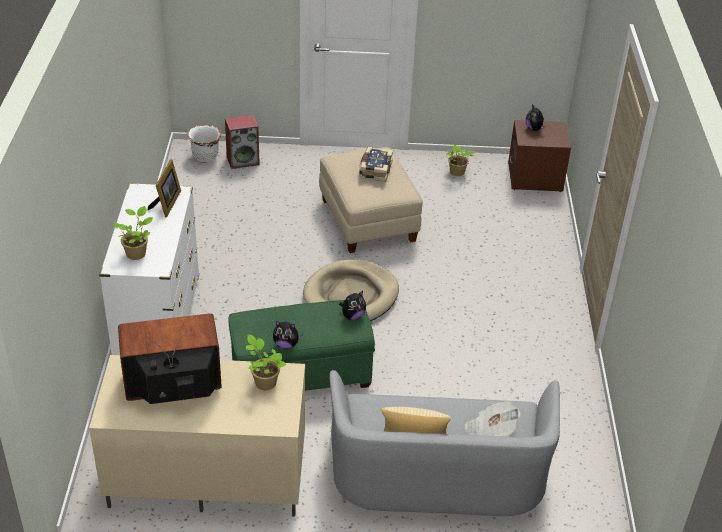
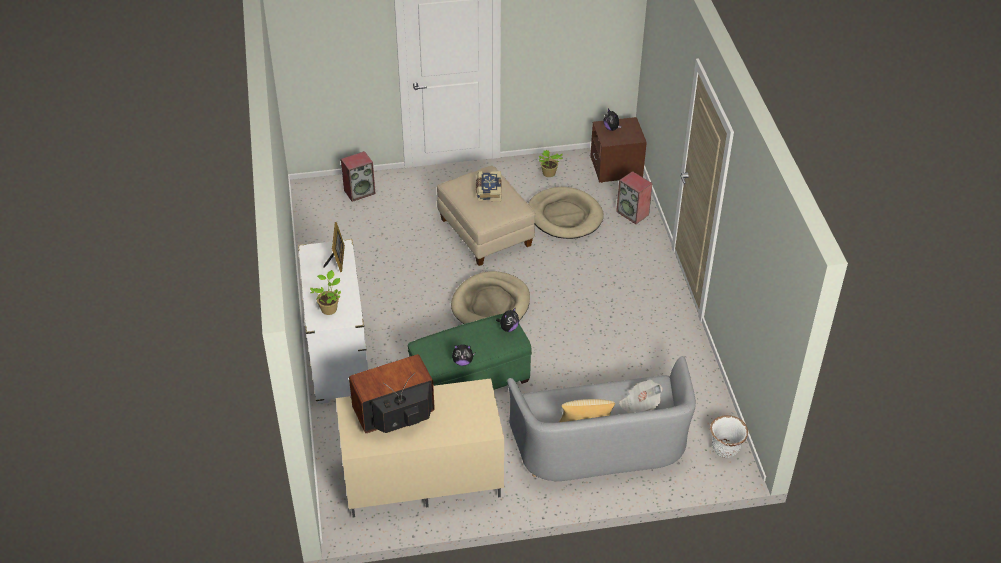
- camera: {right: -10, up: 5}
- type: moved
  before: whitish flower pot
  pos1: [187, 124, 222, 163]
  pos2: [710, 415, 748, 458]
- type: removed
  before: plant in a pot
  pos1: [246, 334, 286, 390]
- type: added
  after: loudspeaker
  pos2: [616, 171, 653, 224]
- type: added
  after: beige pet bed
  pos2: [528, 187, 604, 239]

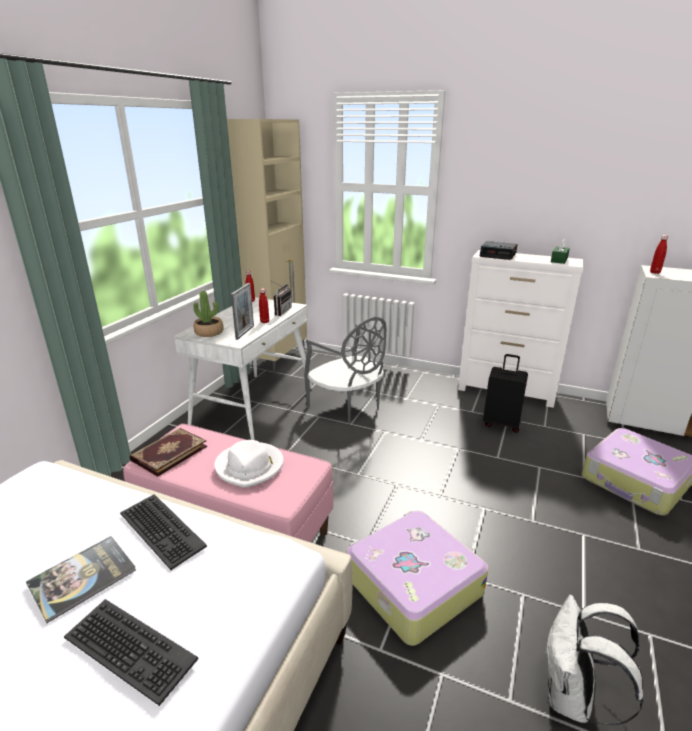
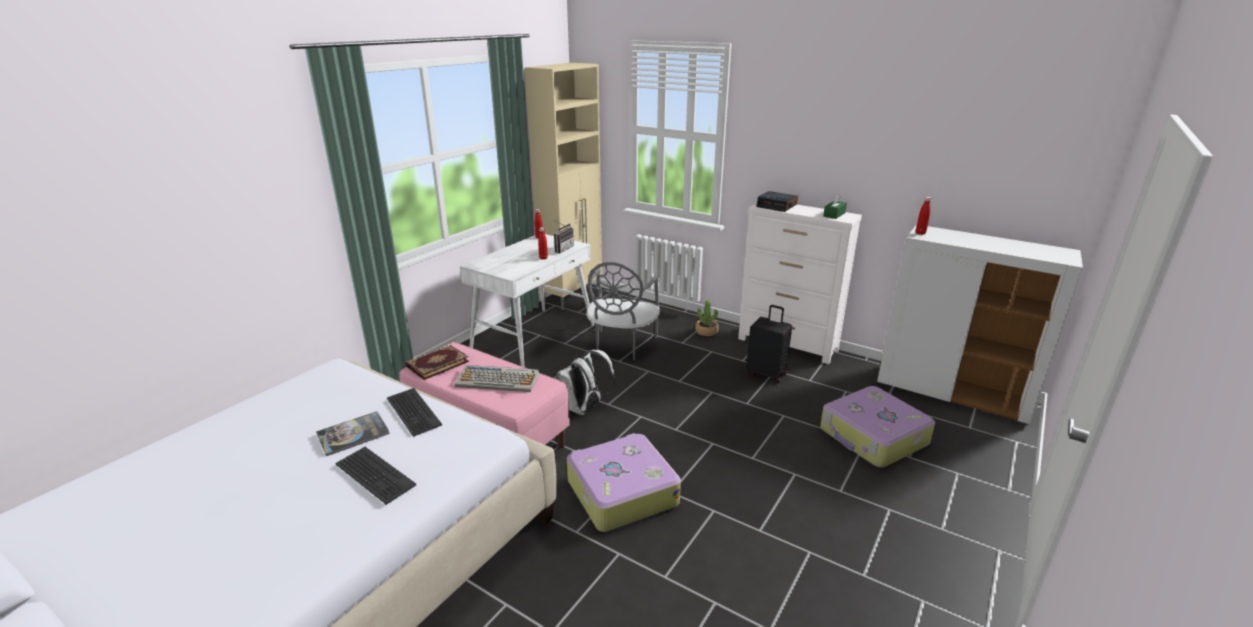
- camera: {right: 10, up: 0}
- type: removed
  before: standing frame
  pos1: [231, 283, 254, 340]
- type: moved
  before: plant in a pot
  pos1: [193, 291, 224, 337]
  pos2: [695, 300, 719, 336]
- type: turned
  before: gray plain chair
  pos1: [304, 317, 387, 424]
  pos2: [587, 262, 660, 360]
  turn: 45
- type: replaced
  before: whitish wearable hat
  after: keyboard
  pos1: [214, 440, 283, 488]
  pos2: [454, 365, 539, 392]
- type: moved
  before: whitish rucksack
  pos1: [544, 595, 644, 725]
  pos2: [557, 350, 615, 415]

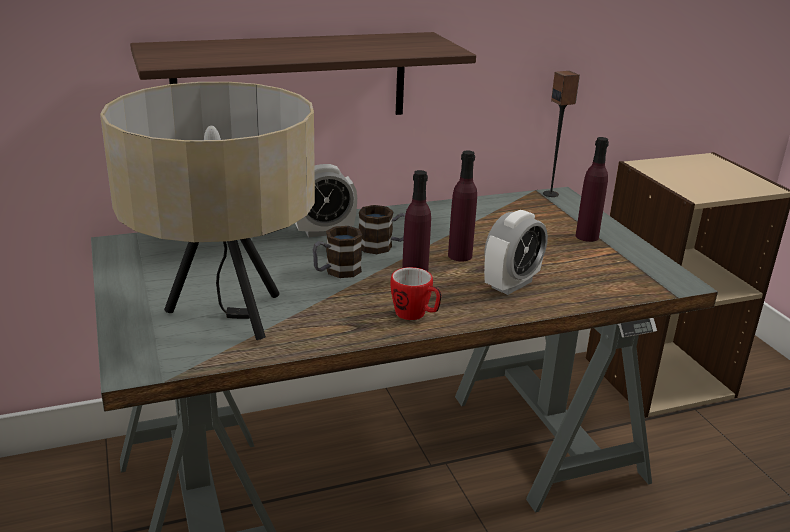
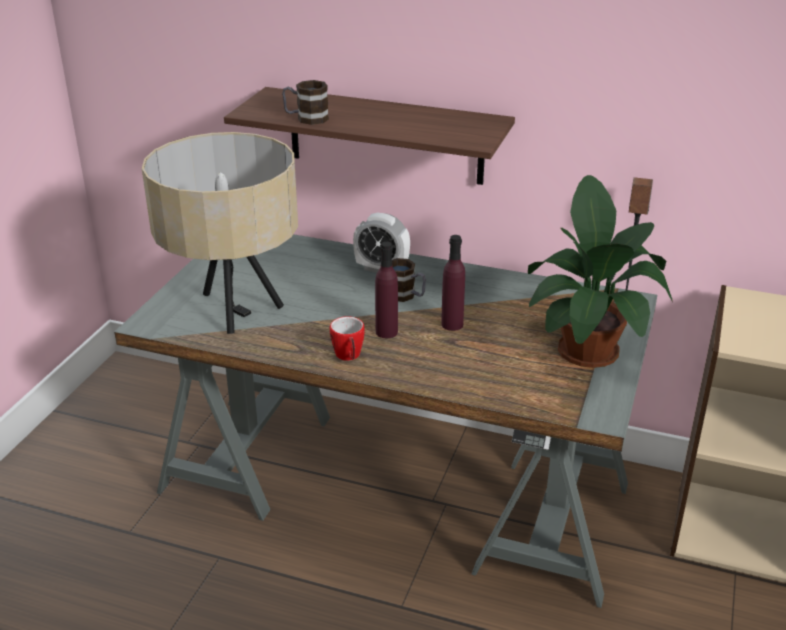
- camera: {right: 40, up: 5}
- type: replaced
  before: purple-coloured beverage bottle
  after: plant in a pot
  pos1: [576, 137, 609, 242]
  pos2: [528, 175, 672, 368]
- type: removed
  before: table clock
  pos1: [484, 210, 548, 295]
- type: moved
  before: coffee mug
  pos1: [313, 226, 362, 278]
  pos2: [282, 80, 329, 125]

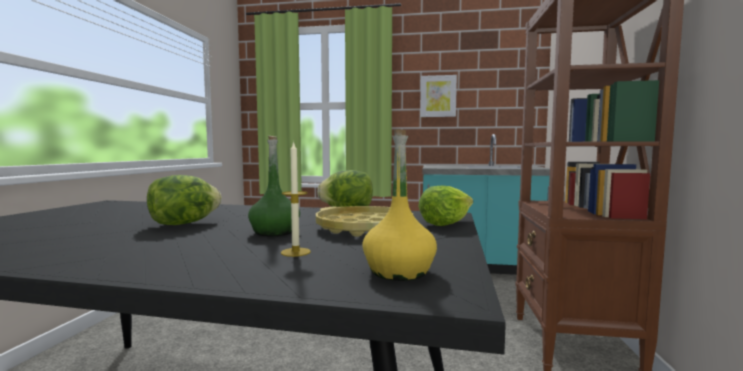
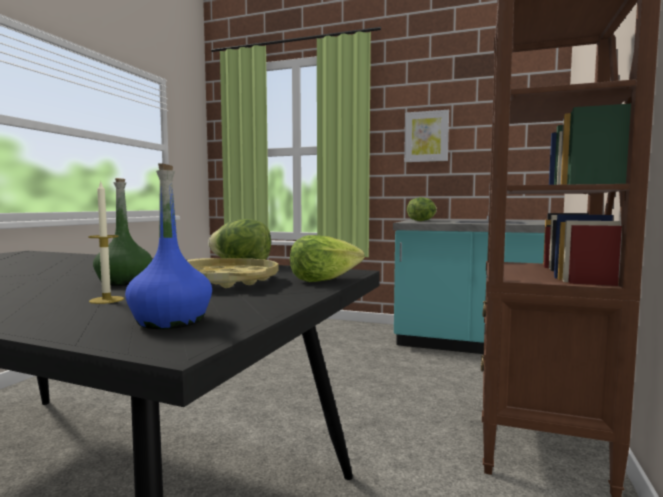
- camera: {right: 10, up: 0}
- type: recoloured
  before: yellow beverage bottle
  after: blue-coloured beverage bottle
  pos1: [362, 129, 437, 281]
  pos2: [125, 164, 212, 329]
- type: moved
  before: lettuce
  pos1: [147, 175, 222, 225]
  pos2: [407, 197, 437, 221]

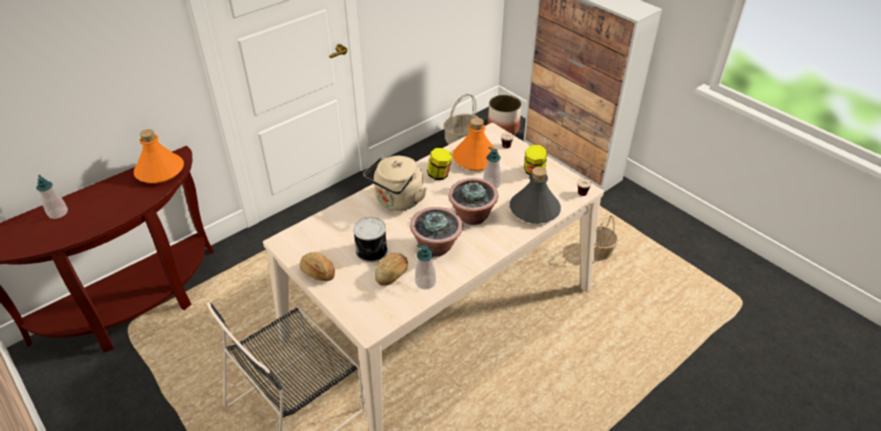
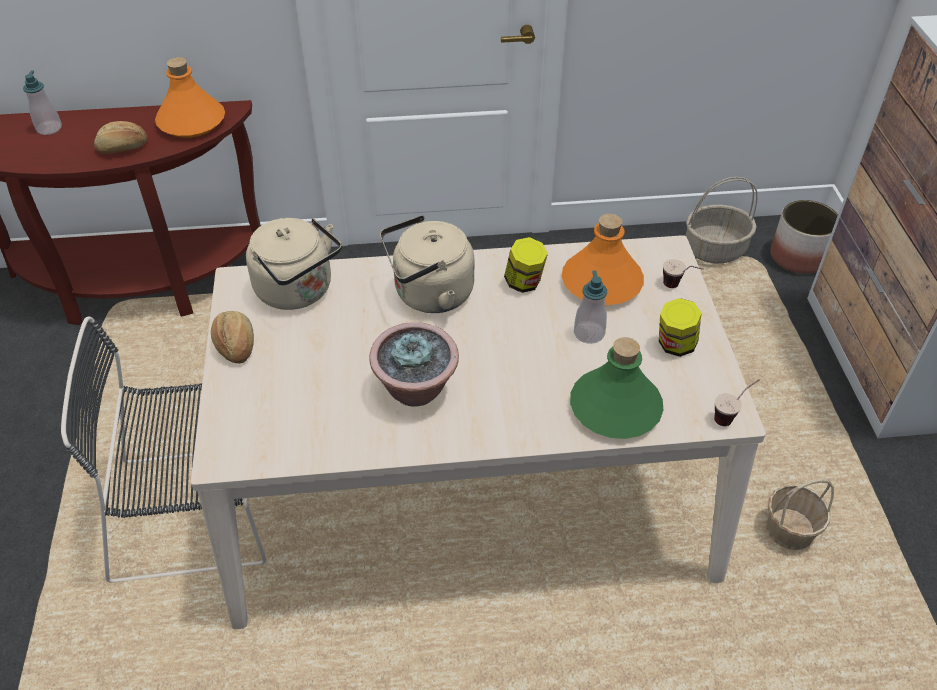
- camera: {right: 35, up: 5}
- type: recoloured
  before: gray beverage bottle
  after: green-coloured beverage bottle
  pos1: [510, 167, 561, 224]
  pos2: [570, 337, 663, 439]
- type: removed
  before: plant in a pot
  pos1: [448, 178, 498, 225]
- type: removed
  before: sealed can
  pos1: [353, 217, 387, 262]
- type: removed
  before: liquid soap bottle
  pos1: [415, 244, 436, 289]
- type: moved
  before: bread
  pos1: [375, 253, 408, 286]
  pos2: [94, 121, 148, 154]
- type: added
  after: beige tea kettle
  pos2: [246, 218, 342, 310]

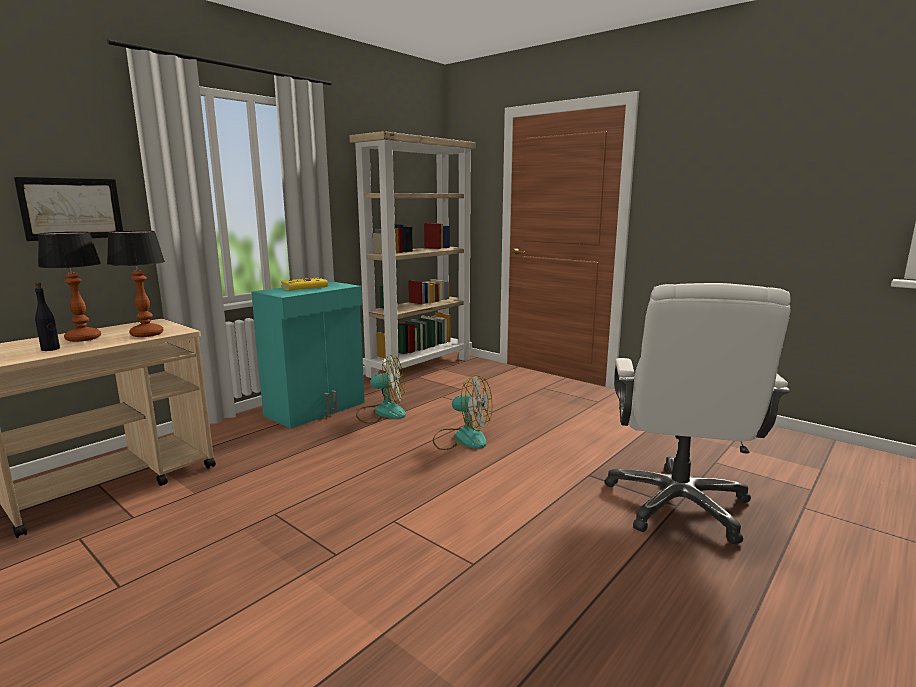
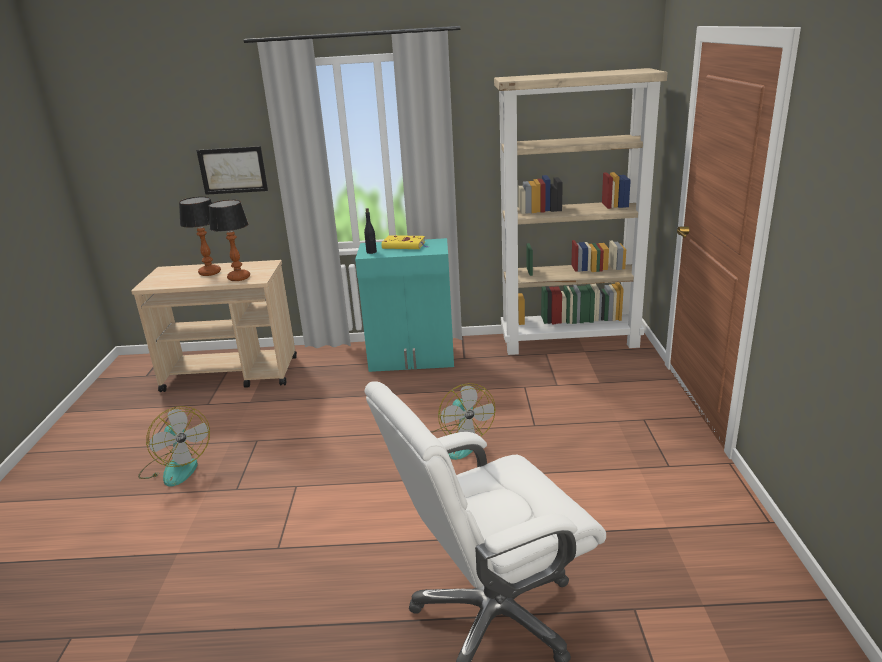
- camera: {right: 50, up: 10}
- type: moved
  before: black beverage bottle
  pos1: [35, 282, 60, 351]
  pos2: [364, 208, 377, 254]
- type: moved
  before: electric fan
  pos1: [356, 355, 406, 424]
  pos2: [138, 406, 210, 487]

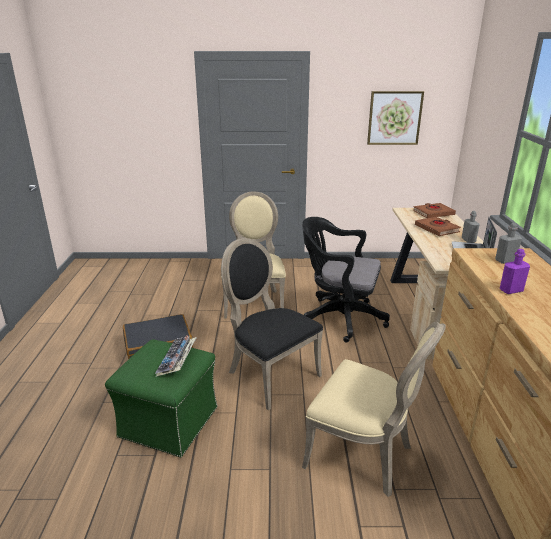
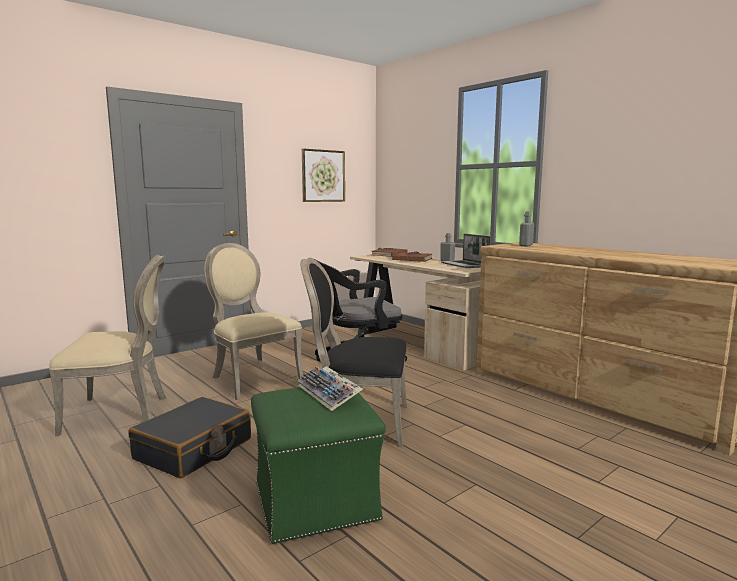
- camera: {right: -40, up: -15}
- type: removed
  before: purple-coloured beverage bottle
  pos1: [500, 249, 530, 294]
- type: moved
  before: beige plain chair
  pos1: [302, 322, 446, 497]
  pos2: [49, 255, 166, 436]

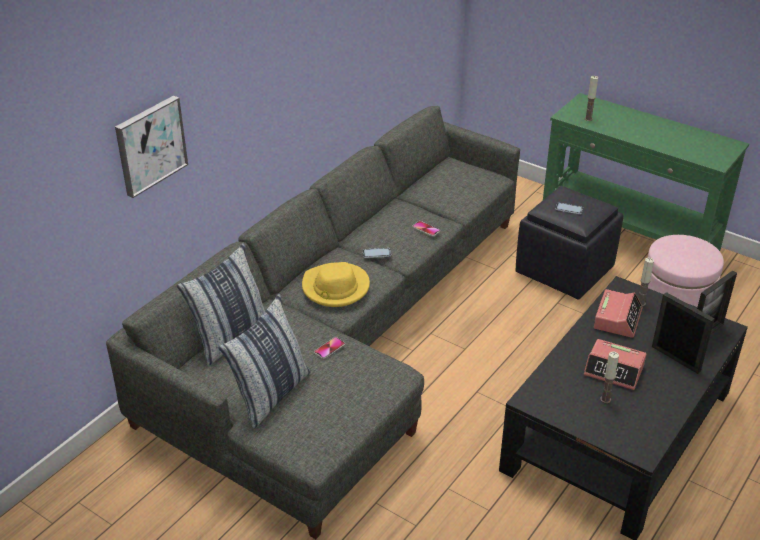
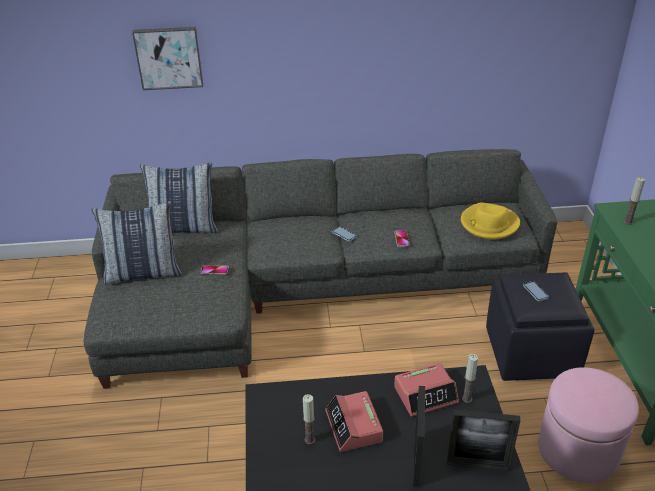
- camera: {right: 50, up: 0}
- type: moved
  before: yellow wearable hat
  pos1: [302, 262, 370, 307]
  pos2: [461, 202, 520, 240]

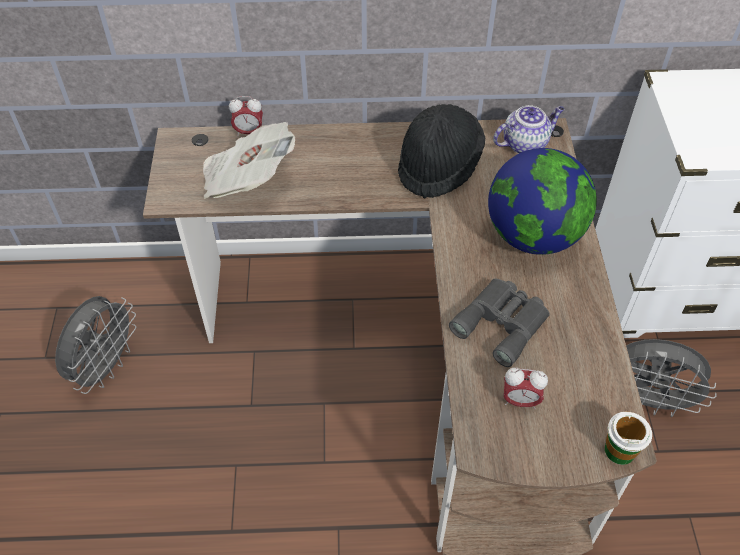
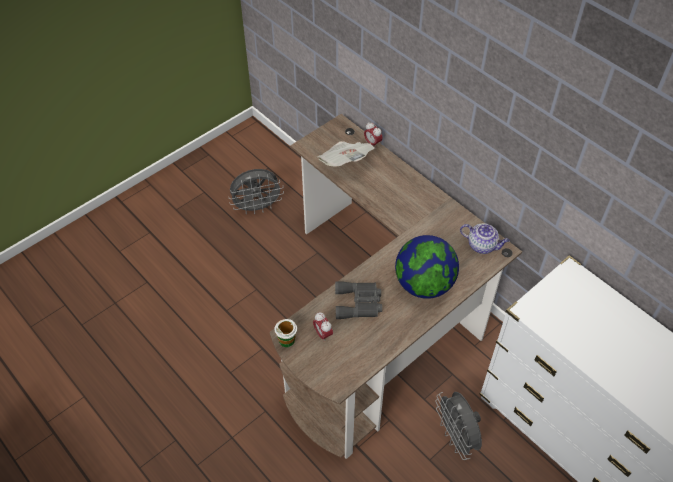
- camera: {right: 50, up: 0}
- type: removed
  before: black wearable hat
  pos1: [398, 104, 485, 199]
- type: moved
  before: cup
  pos1: [605, 412, 652, 465]
  pos2: [275, 319, 297, 347]

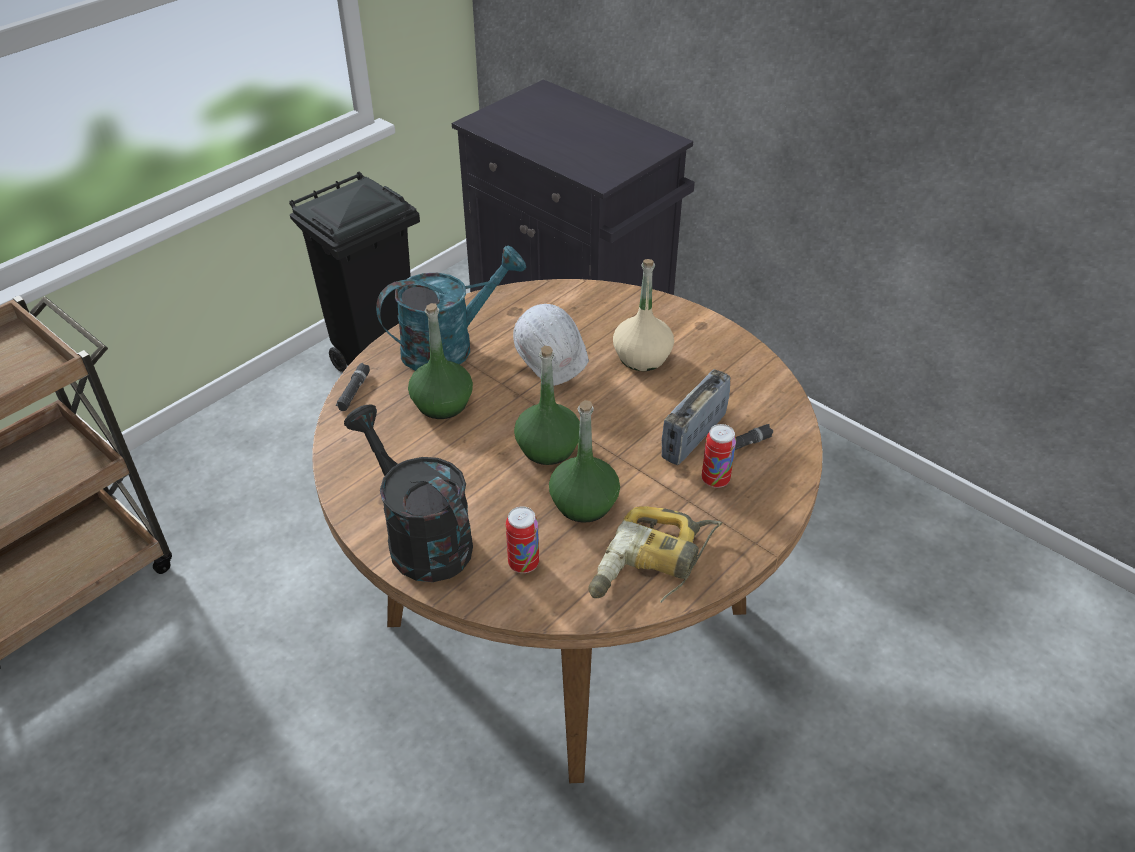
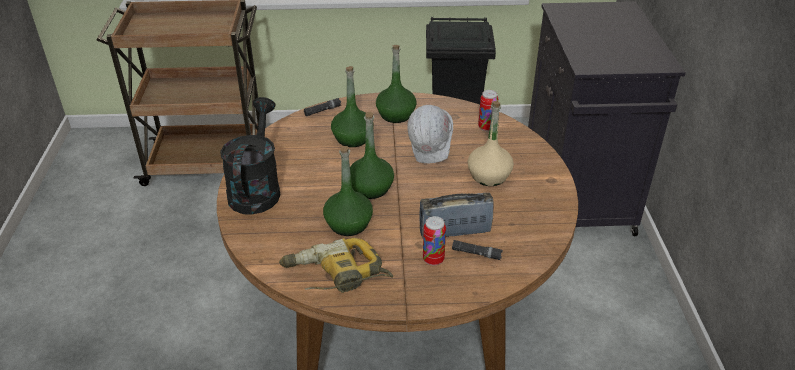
- camera: {right: 45, up: -5}
- type: replaced
  before: blue-green watering can
  after: green-coloured beverage bottle
  pos1: [376, 245, 526, 371]
  pos2: [376, 45, 417, 123]
- type: moved
  before: sealed can
  pos1: [506, 506, 539, 573]
  pos2: [478, 90, 498, 131]

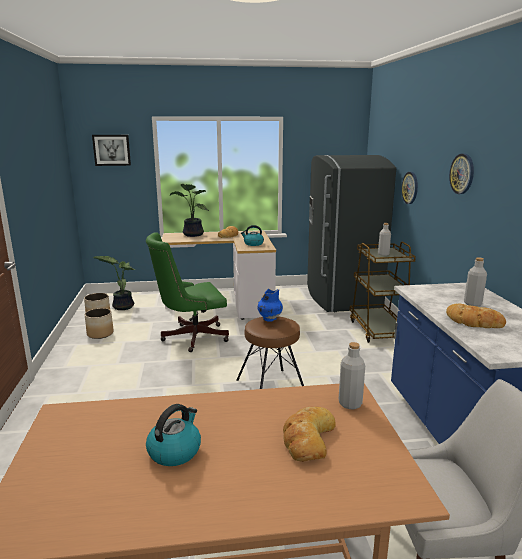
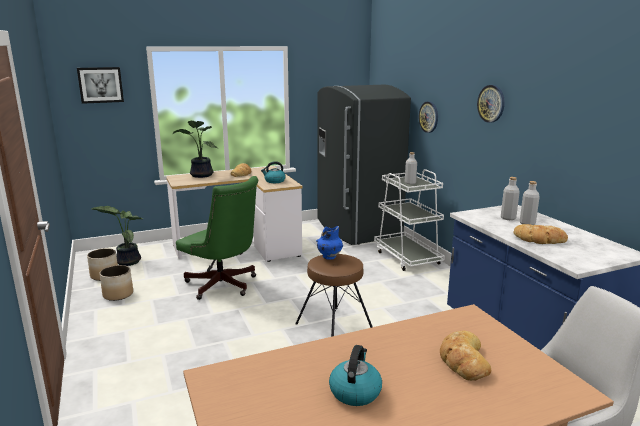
- camera: {right: -15, up: 0}
- type: turned
  before: green-coloured office chair
  pos1: [146, 232, 229, 352]
  pos2: [176, 176, 258, 300]
  turn: -105
- type: recoloured
  before: brown-coloured cart
  after: whitish cart
  pos1: [349, 241, 416, 343]
  pos2: [374, 169, 445, 271]
- type: moved
  before: gray beverage bottle
  pos1: [339, 342, 365, 409]
  pos2: [501, 177, 520, 220]

